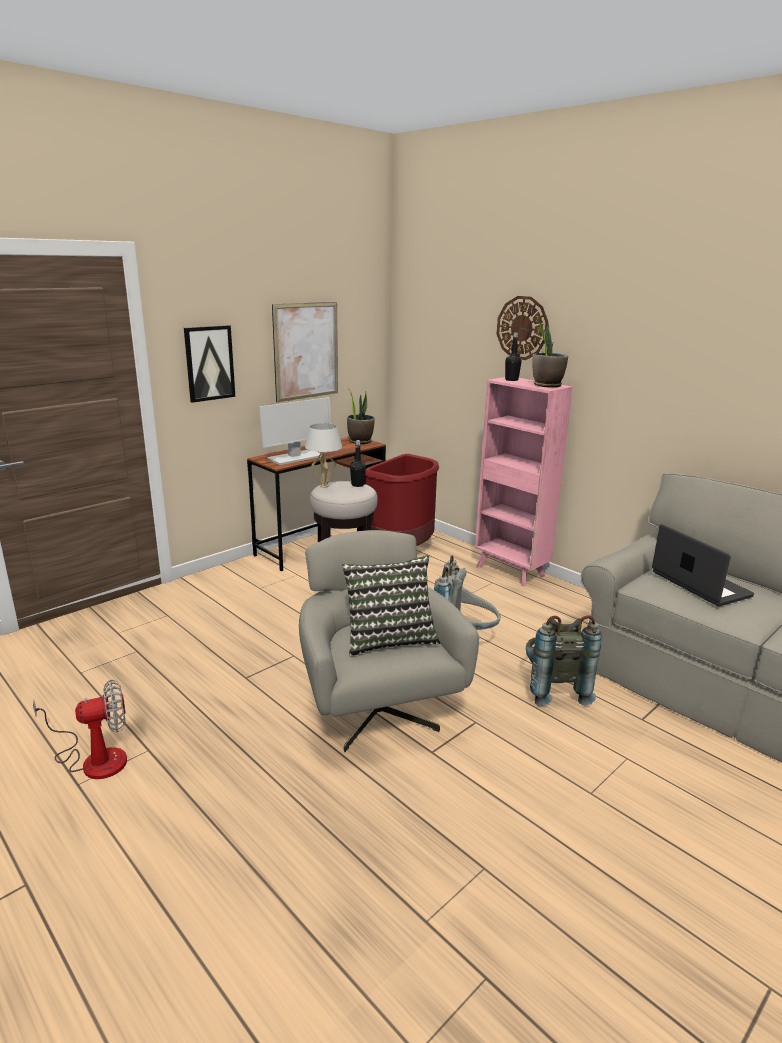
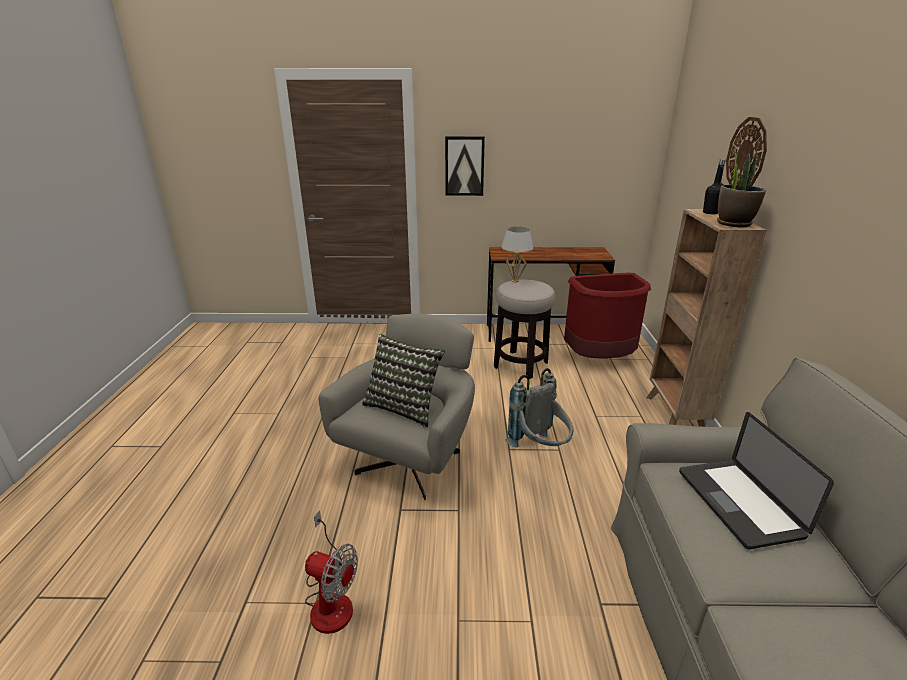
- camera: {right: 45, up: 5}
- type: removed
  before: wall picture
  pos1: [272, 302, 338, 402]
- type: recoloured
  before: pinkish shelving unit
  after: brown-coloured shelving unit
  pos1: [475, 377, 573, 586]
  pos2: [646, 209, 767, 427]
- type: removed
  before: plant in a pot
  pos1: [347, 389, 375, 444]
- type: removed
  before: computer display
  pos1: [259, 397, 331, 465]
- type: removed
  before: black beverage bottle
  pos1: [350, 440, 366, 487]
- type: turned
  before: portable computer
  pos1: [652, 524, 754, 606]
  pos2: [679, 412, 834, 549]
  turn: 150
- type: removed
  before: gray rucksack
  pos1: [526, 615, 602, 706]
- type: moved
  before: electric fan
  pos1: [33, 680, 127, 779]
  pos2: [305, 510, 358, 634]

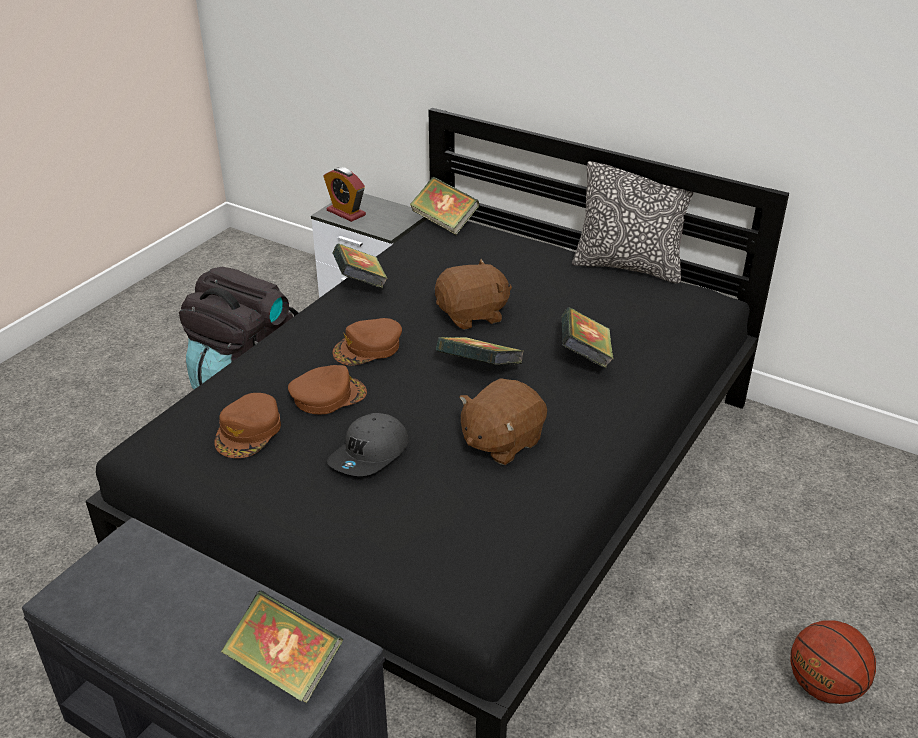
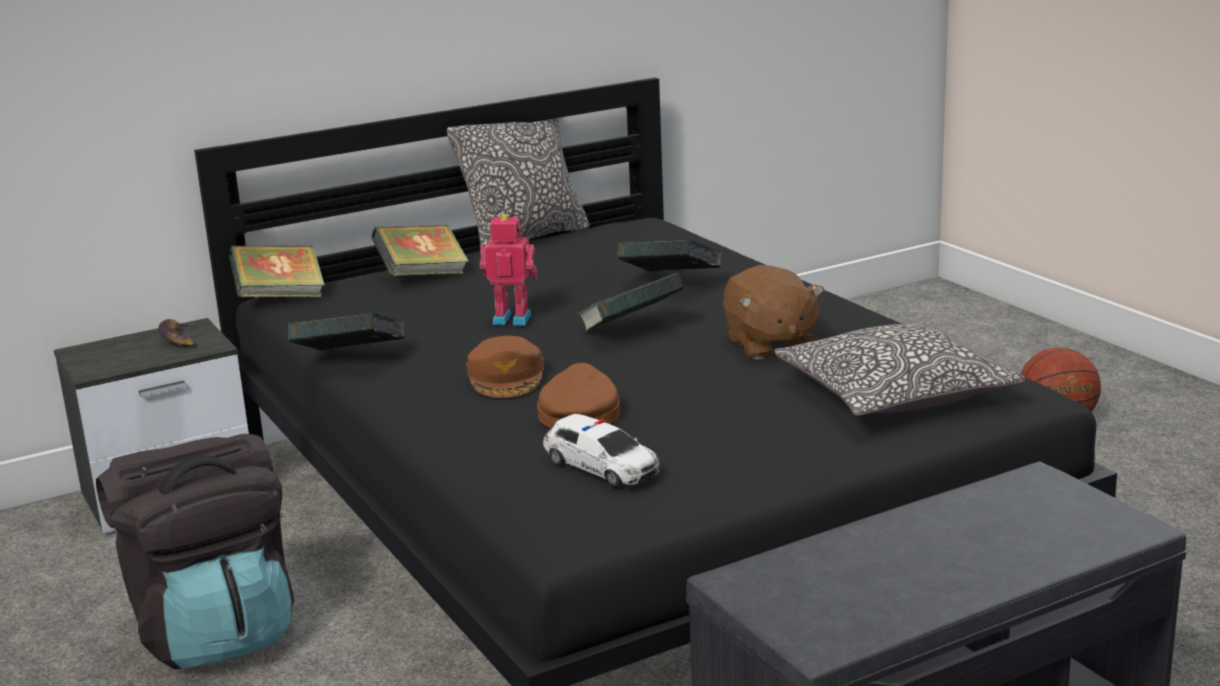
- camera: {right: -60, up: -15}
- type: removed
  before: table clock
  pos1: [323, 167, 366, 222]
- type: replaced
  before: brown-coloured plush toy
  after: toy robot
  pos1: [435, 259, 512, 330]
  pos2: [480, 214, 537, 325]
- type: replaced
  before: brown-coloured peaked cap
  after: model car
  pos1: [214, 393, 281, 458]
  pos2: [543, 414, 660, 487]
- type: removed
  before: gray peaked cap
  pos1: [327, 413, 409, 476]
- type: moved
  before: volume
  pos1: [221, 590, 343, 703]
  pos2: [371, 225, 469, 276]
- type: added
  after: banana fruit
  pos2: [158, 319, 196, 347]
- type: added
  after: pillow
  pos2: [774, 321, 1025, 416]

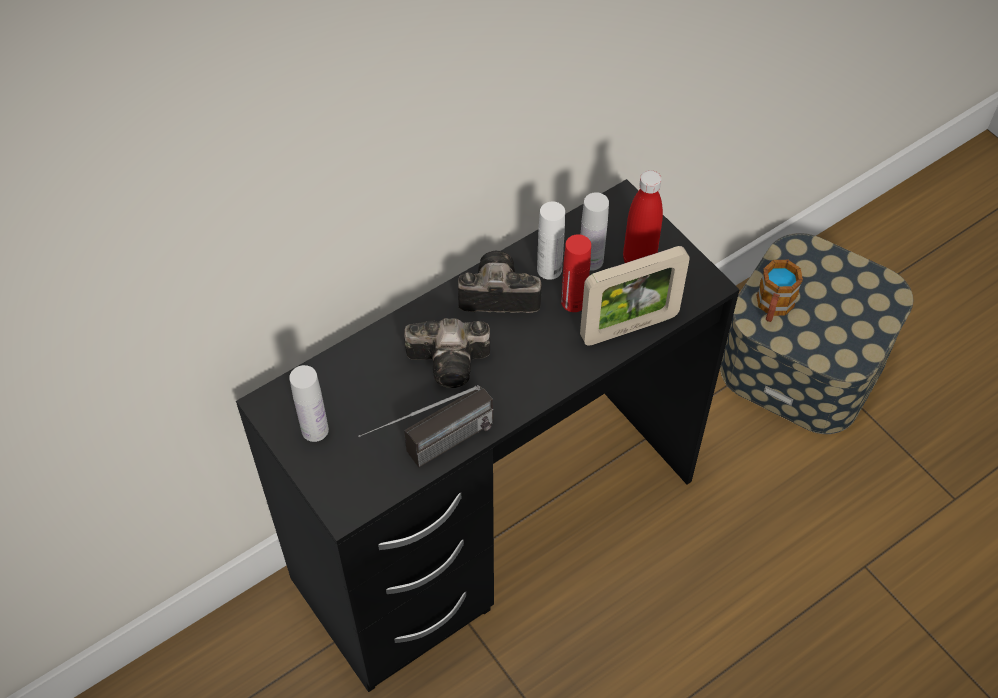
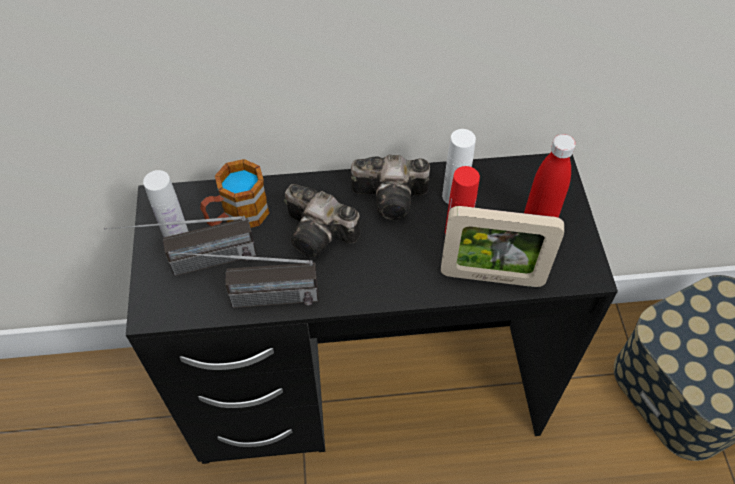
- camera: {right: 30, up: 0}
- type: removed
  before: whitish beverage bottle
  pos1: [581, 192, 609, 271]
- type: turned
  before: photo camera
  pos1: [458, 251, 542, 313]
  pos2: [351, 155, 430, 220]
  turn: 150
- type: moved
  before: coffee mug
  pos1: [756, 260, 803, 322]
  pos2: [200, 159, 270, 228]
- type: added
  after: radio receiver
  pos2: [104, 216, 257, 276]

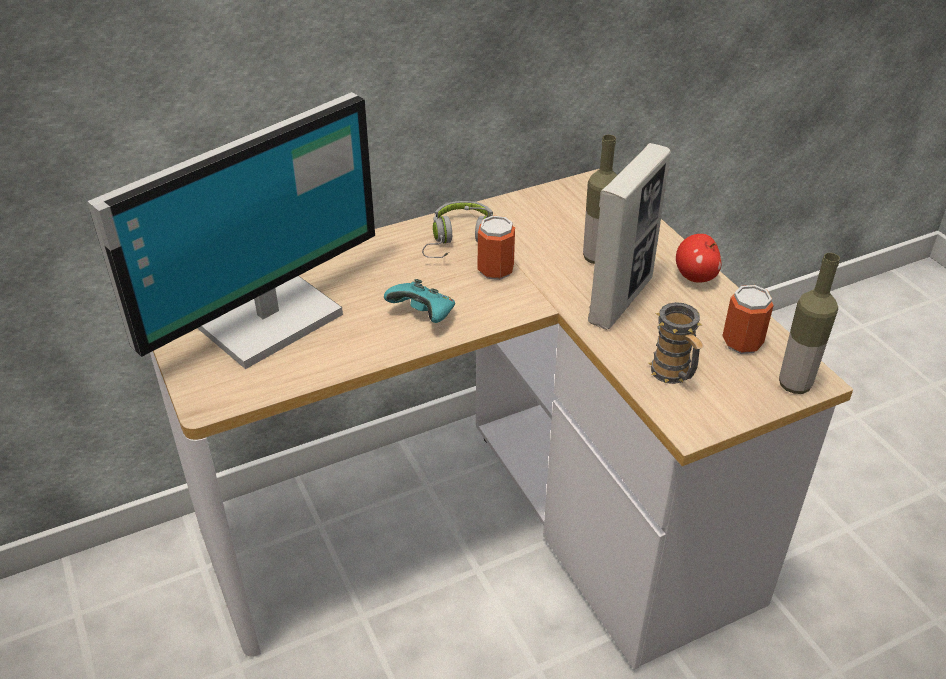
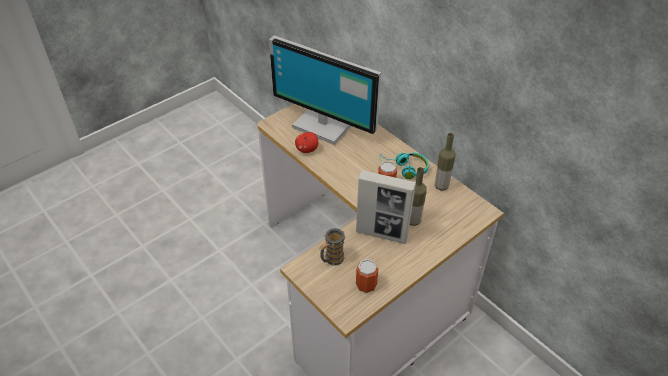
- camera: {right: 75, up: 5}
- type: recoloured
  before: gray headphones
  after: blue-green headphones
  pos1: [422, 201, 493, 258]
  pos2: [380, 152, 429, 179]
- type: moved
  before: whole apple
  pos1: [676, 234, 721, 283]
  pos2: [295, 132, 318, 153]
- type: moved
  before: beverage bottle
  pos1: [779, 253, 840, 394]
  pos2: [435, 133, 456, 191]
- type: removed
  before: blue-green joypad
  pos1: [384, 279, 455, 323]

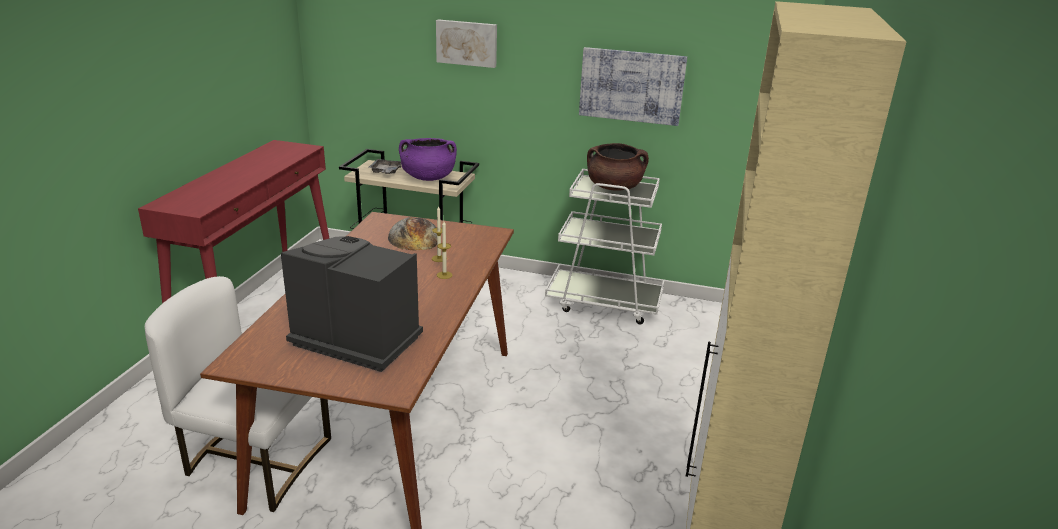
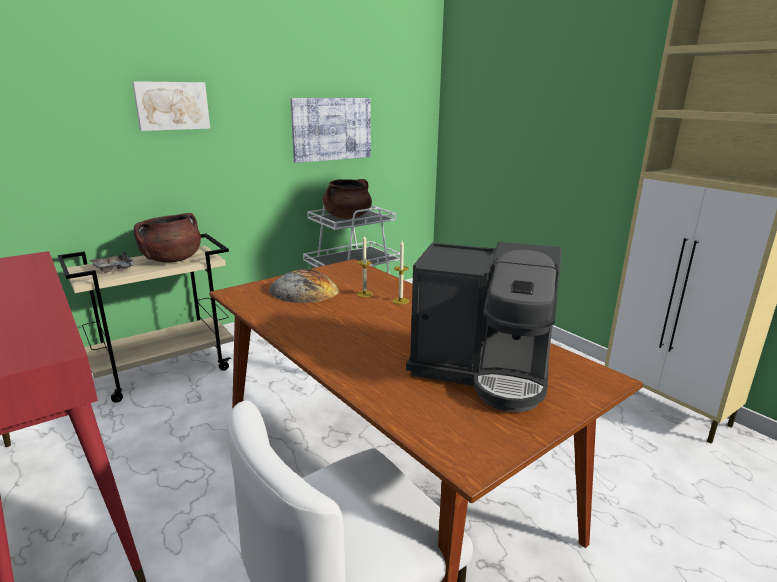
- camera: {right: -50, up: -5}
- type: recoloured
  before: purple-coloured stockpot
  after: brown-coloured stockpot
  pos1: [399, 138, 457, 181]
  pos2: [134, 213, 201, 263]
- type: turned
  before: coffee maker
  pos1: [281, 236, 423, 372]
  pos2: [406, 242, 561, 412]
  turn: -135

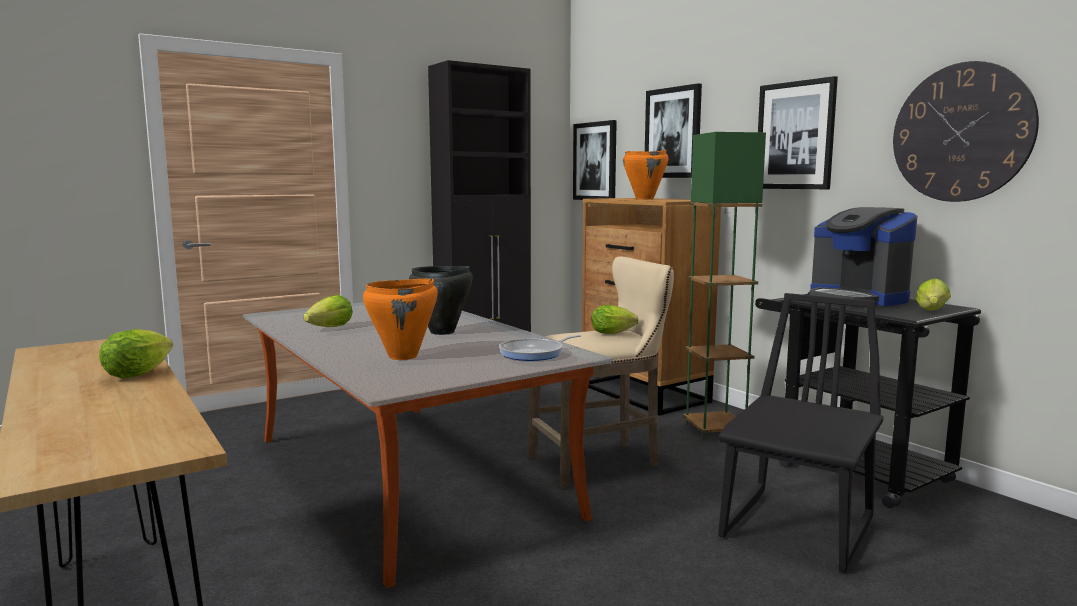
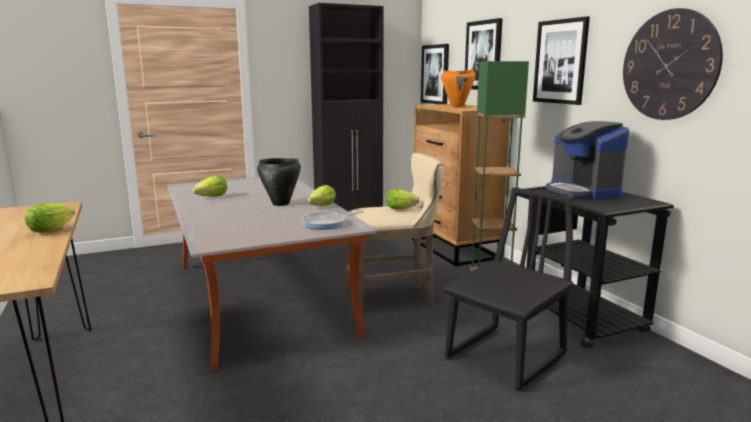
- camera: {right: 10, up: 5}
- type: moved
  before: lettuce
  pos1: [916, 278, 951, 311]
  pos2: [307, 185, 336, 206]
- type: removed
  before: orange-coloured stockpot
  pos1: [363, 279, 438, 360]

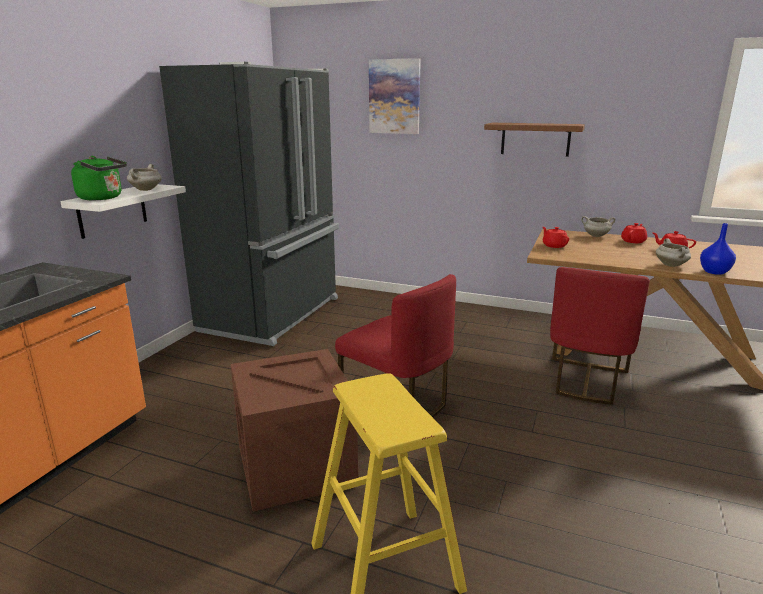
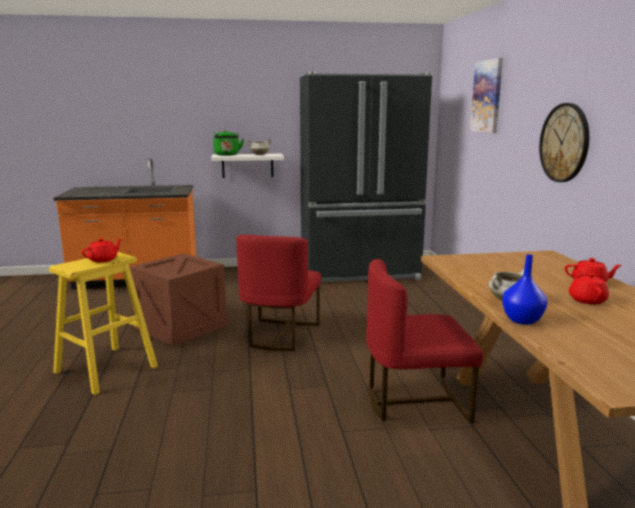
- camera: {right: 60, up: -5}
- type: replaced
  before: brown-coloured wall shelf
  after: clock on the wall
  pos1: [484, 123, 585, 157]
  pos2: [539, 103, 589, 182]
- type: removed
  before: whitish stockpot
  pos1: [581, 216, 616, 237]
- type: moved
  before: red teapot
  pos1: [543, 227, 569, 248]
  pos2: [82, 238, 122, 262]

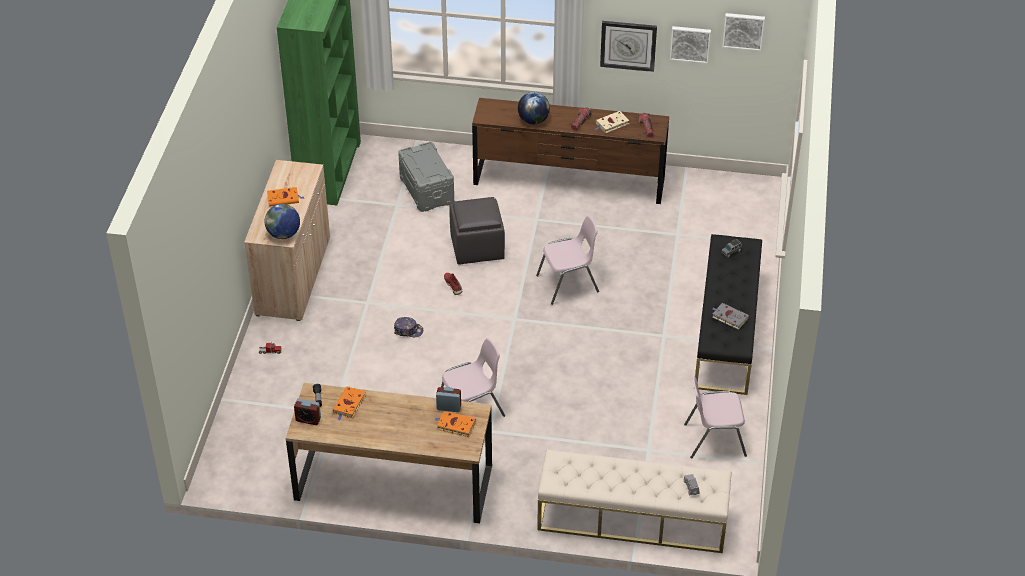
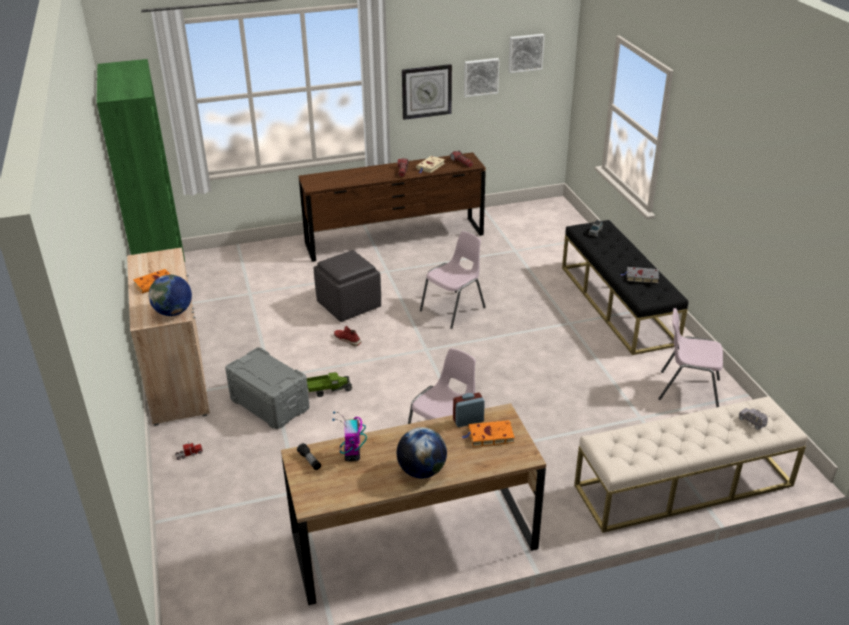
- camera: {right: -25, up: -10}
- type: moved
  before: globe
  pos1: [518, 92, 550, 124]
  pos2: [397, 427, 447, 479]
- type: moved
  before: gray storage bin
  pos1: [398, 142, 454, 212]
  pos2: [225, 347, 310, 429]
- type: replaced
  before: peaked cap
  after: model truck
  pos1: [394, 317, 423, 337]
  pos2: [307, 371, 352, 397]
- type: turned
  before: pinkish plain chair
  pos1: [684, 376, 747, 458]
  pos2: [658, 308, 723, 408]
  turn: 45
- type: replaced
  before: orange-coloured volume
  after: toy robot
  pos1: [332, 386, 366, 420]
  pos2: [332, 412, 367, 461]
- type: removed
  before: table clock
  pos1: [294, 399, 321, 425]

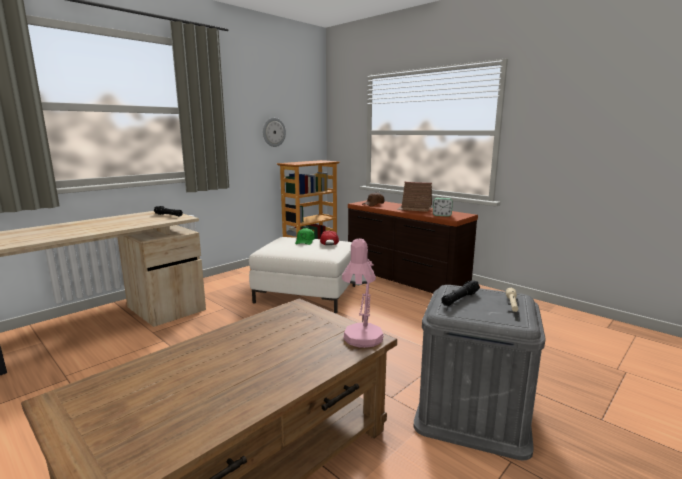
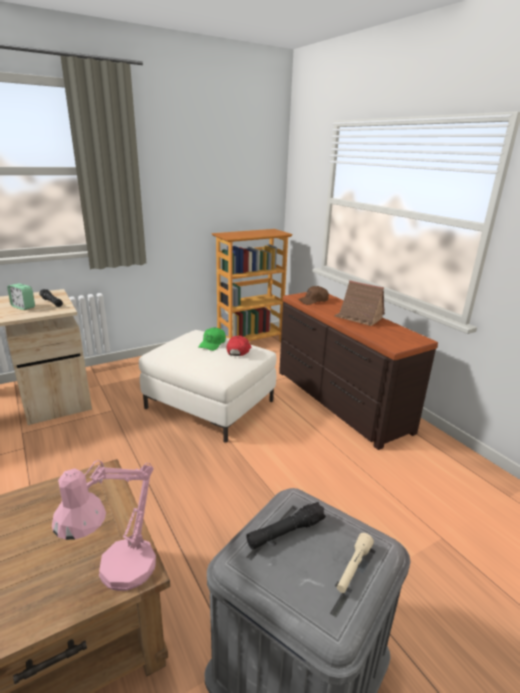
- camera: {right: 15, up: 10}
- type: removed
  before: clock on the wall
  pos1: [263, 118, 286, 147]
- type: moved
  before: table clock
  pos1: [433, 198, 453, 217]
  pos2: [7, 283, 35, 310]

